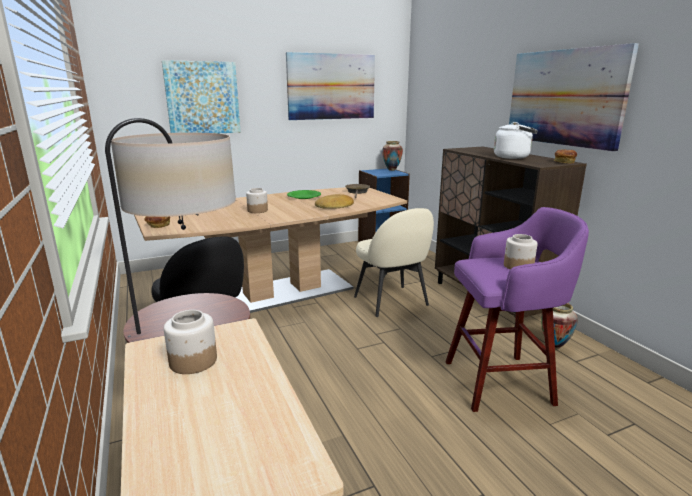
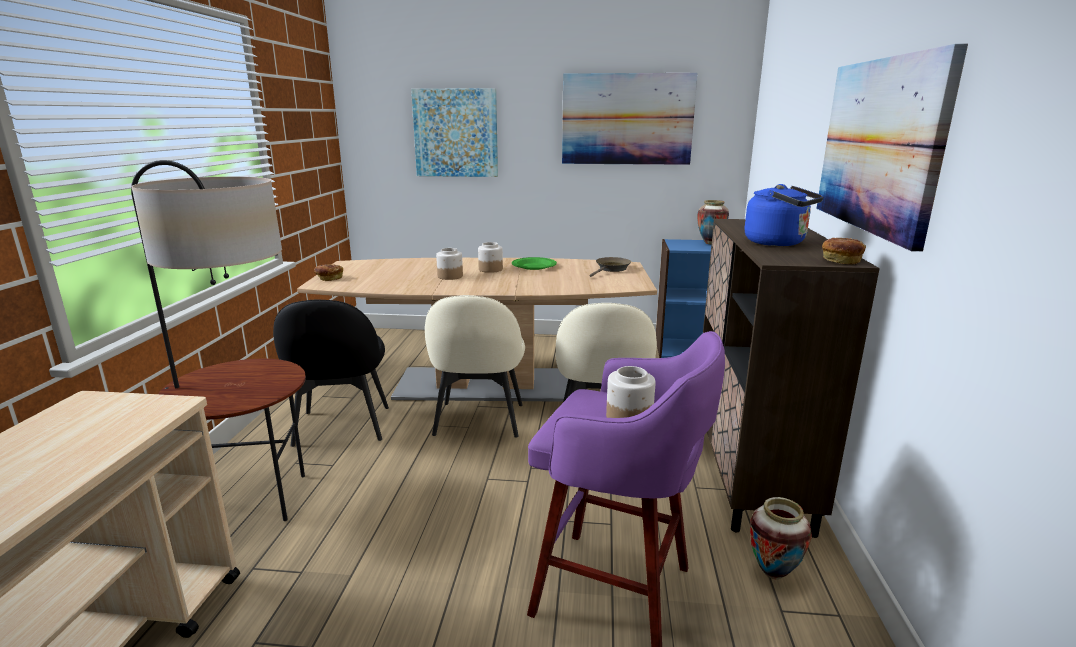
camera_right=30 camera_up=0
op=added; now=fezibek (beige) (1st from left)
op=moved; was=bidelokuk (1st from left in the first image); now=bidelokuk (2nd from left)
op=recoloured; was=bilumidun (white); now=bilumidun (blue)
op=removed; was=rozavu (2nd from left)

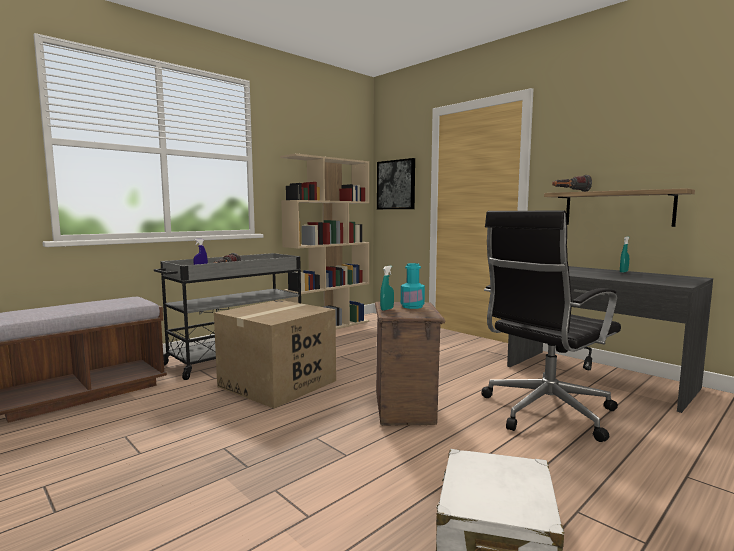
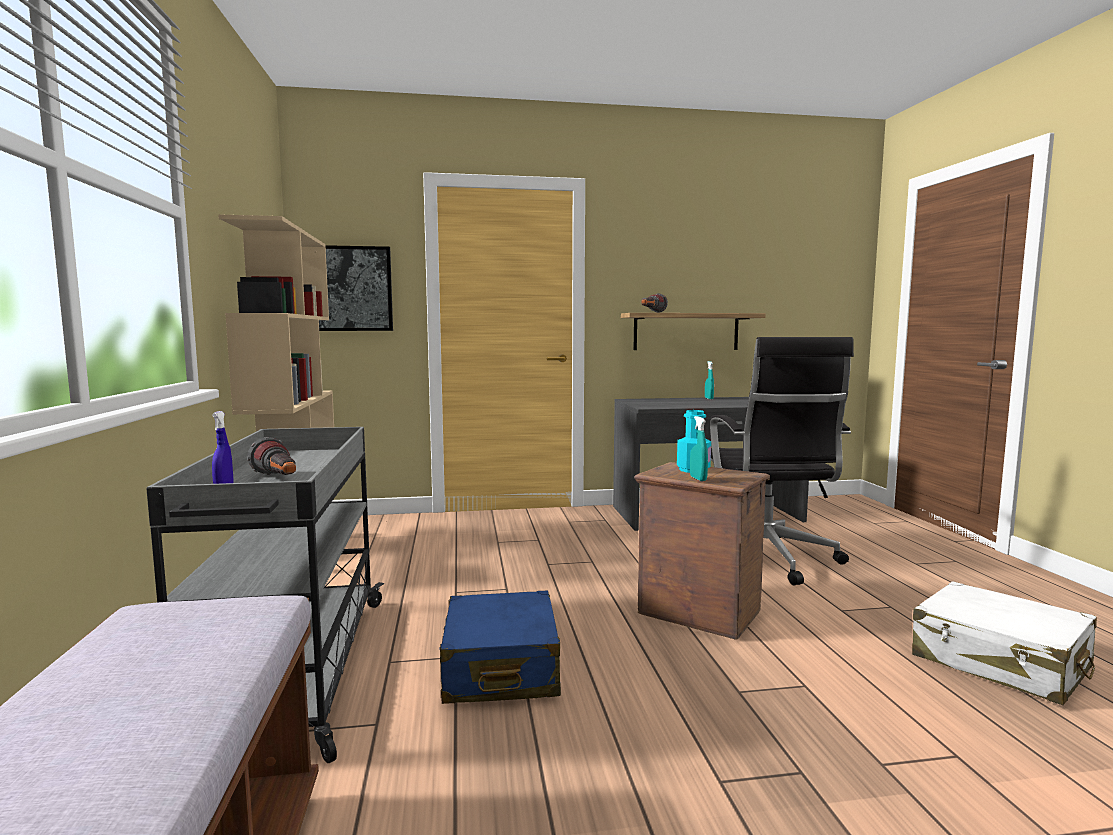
camera_right=-55 camera_up=0
op=replaced; was=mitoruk; now=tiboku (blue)

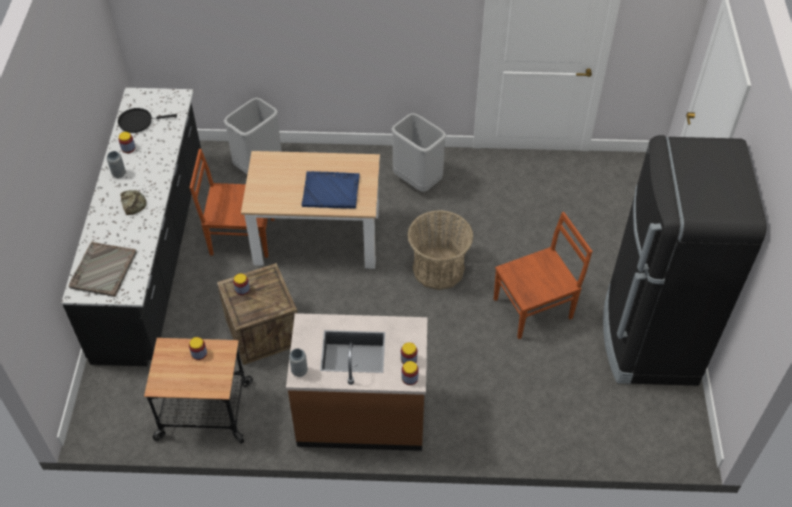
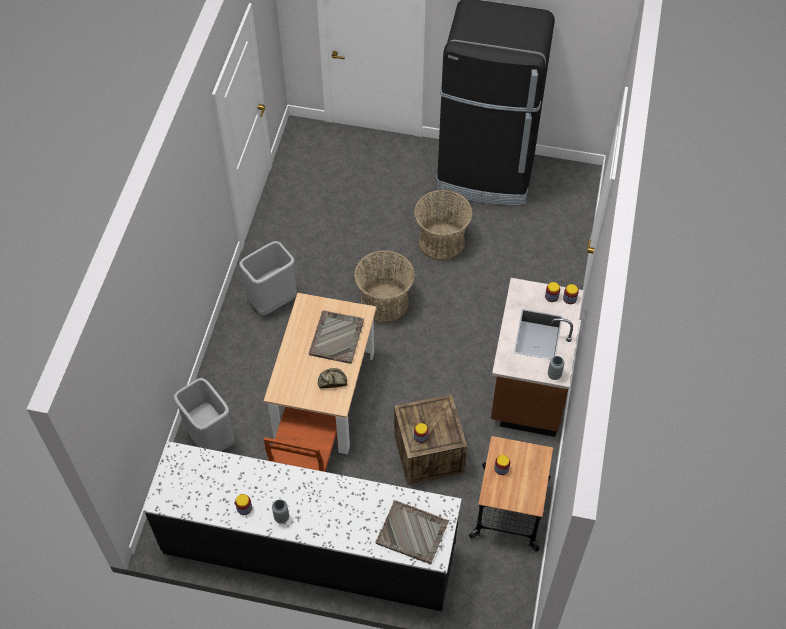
camera_right=-80 camera_up=5
op=recoloured; was=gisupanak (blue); now=gisupanak (grey) (1st from left)
op=moved; was=rozavu
op=replaced; was=fezibek (brown) (2nd from left); now=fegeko (2nd from left)
op=removed; was=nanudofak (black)

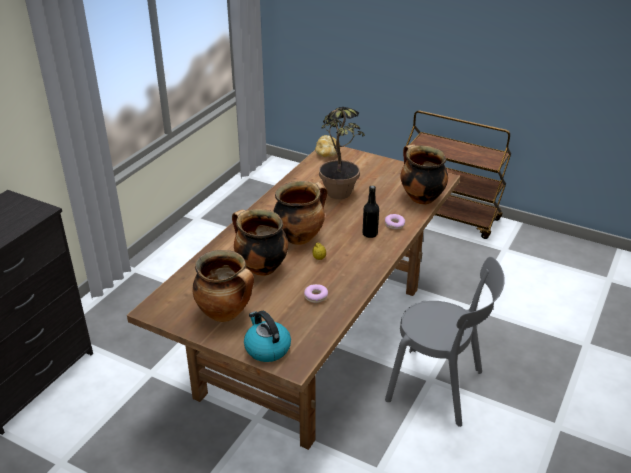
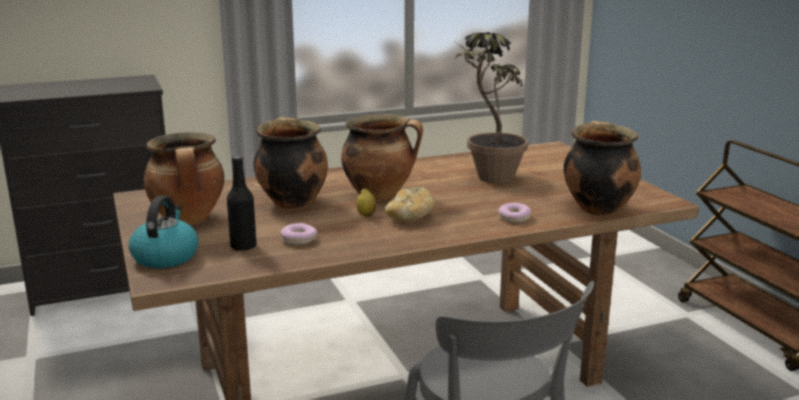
camera_right=40 camera_up=-15
op=moved; was=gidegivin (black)
op=moved; was=rozavu

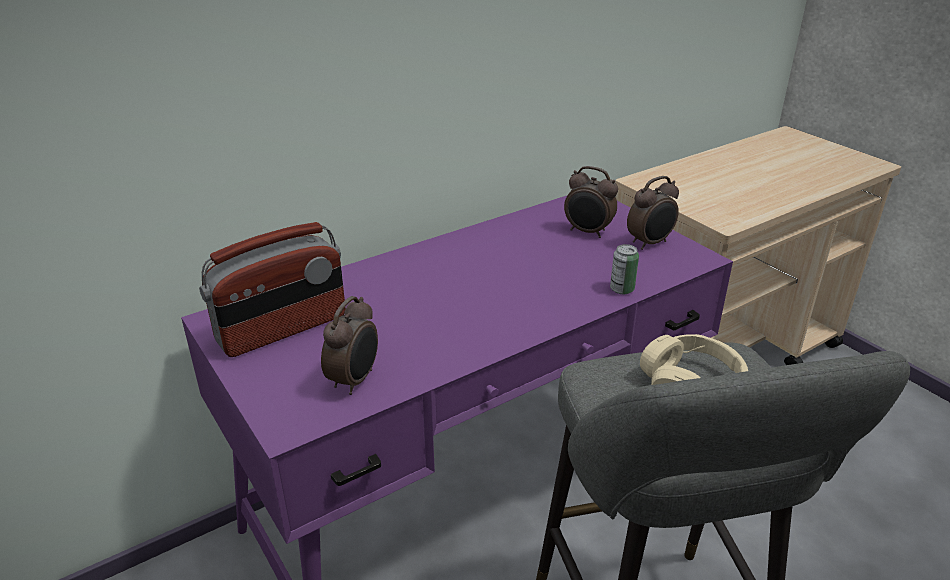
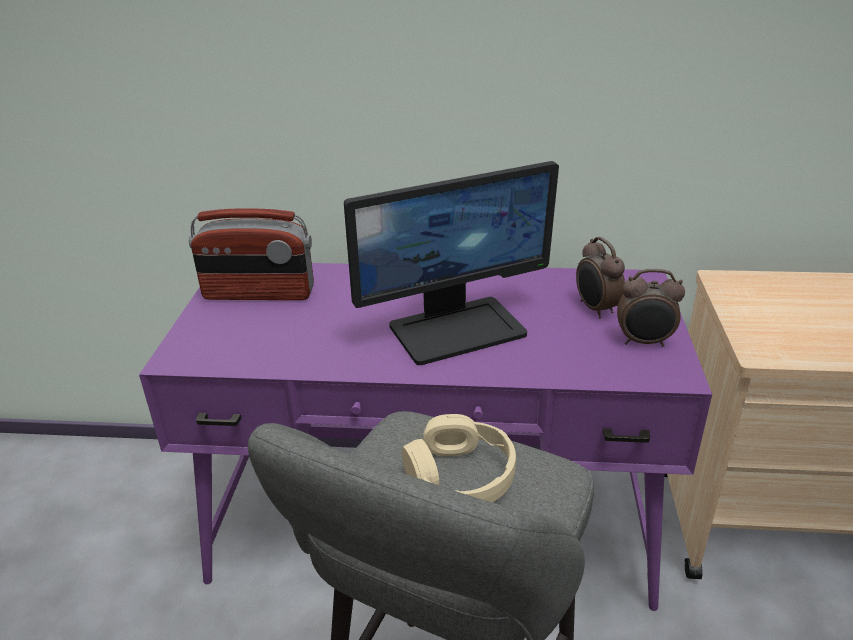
camera_right=40 camera_up=0
op=added; now=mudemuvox
op=removed; was=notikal (1st from left)
op=removed; was=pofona

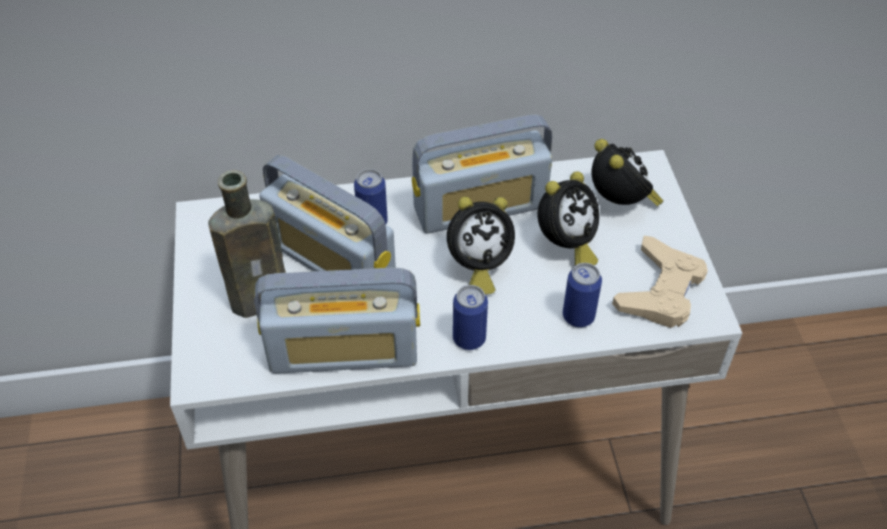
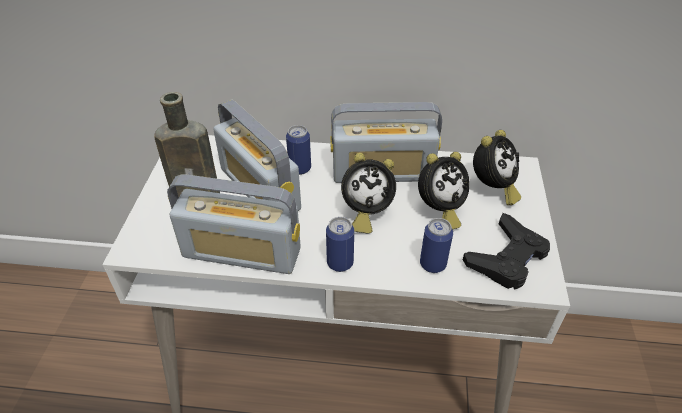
camera_right=15 camera_up=-5
op=recoloured; was=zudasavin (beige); now=zudasavin (black)
op=turned; was=notikal (3rd from left); clockwise=45

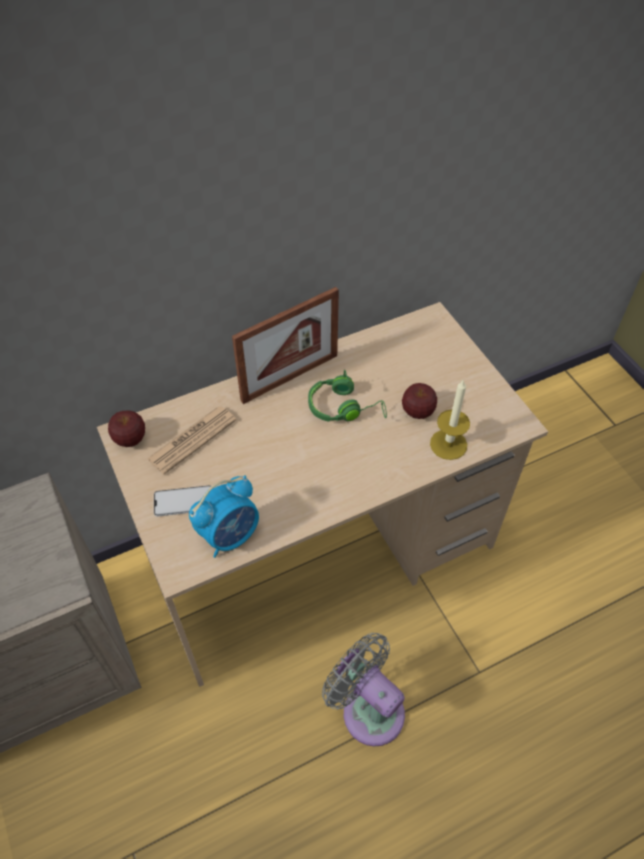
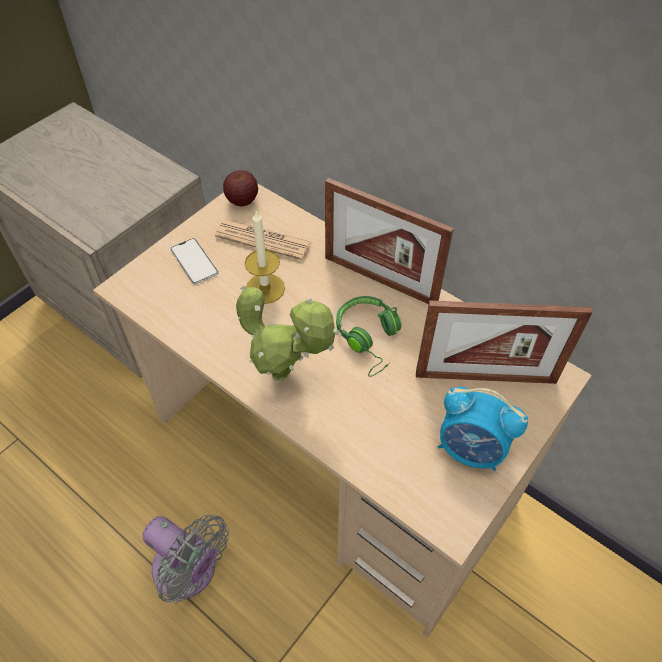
camera_right=65 camera_up=0
op=turned; was=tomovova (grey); clockwise=105
op=added; now=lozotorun
op=moved; was=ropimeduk
op=added; now=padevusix (2nd from left)
op=moved; was=notikal
op=removed; was=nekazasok (2nd from left)

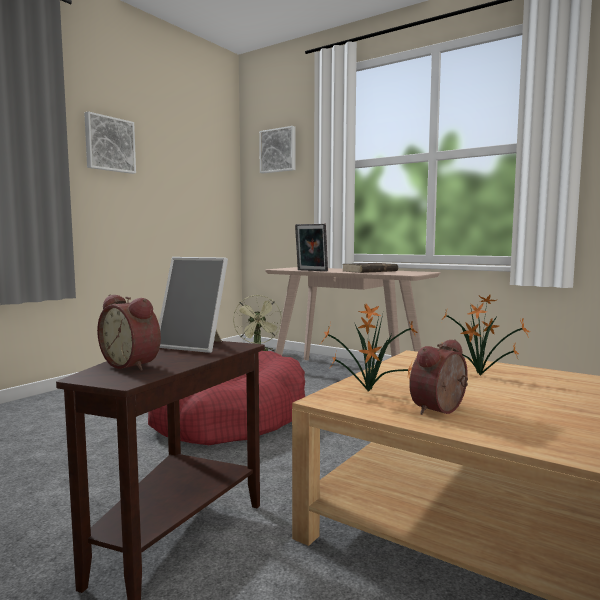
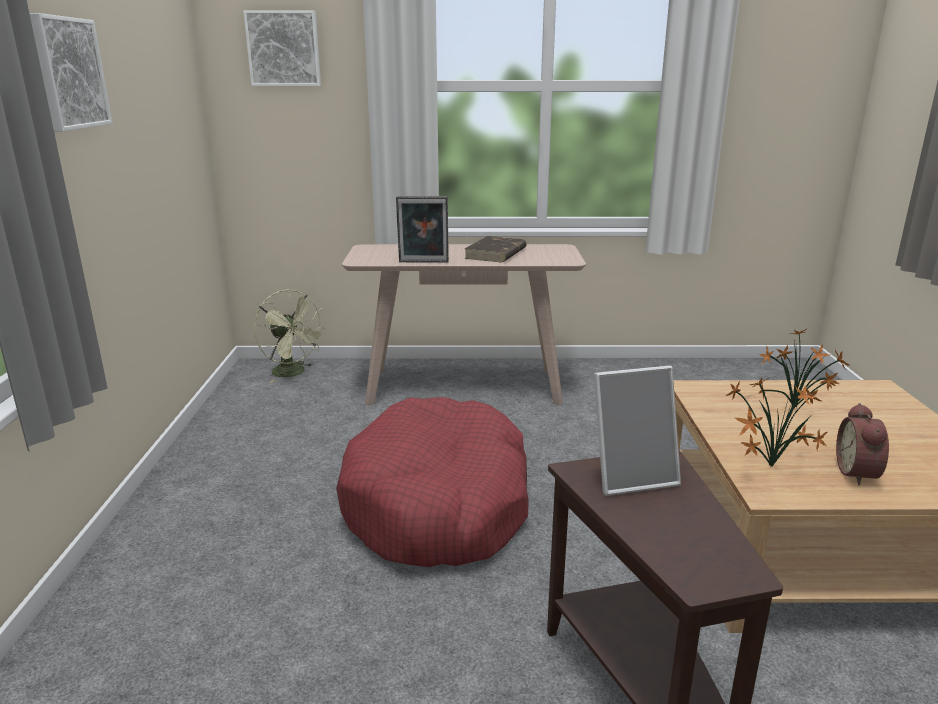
camera_right=-35 camera_up=15
op=removed; was=notikal (1st from left)

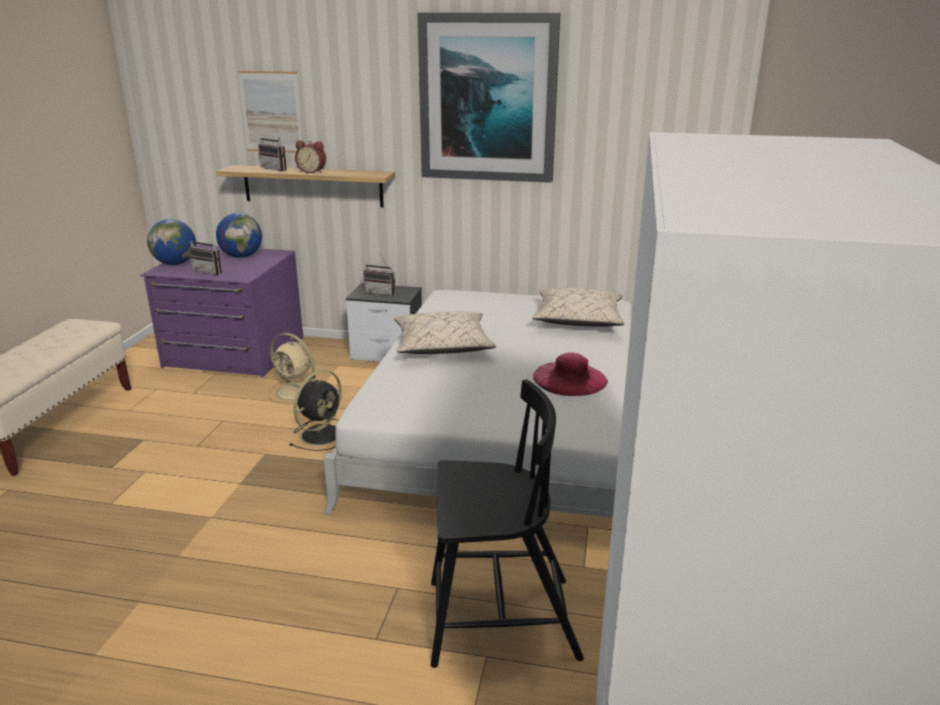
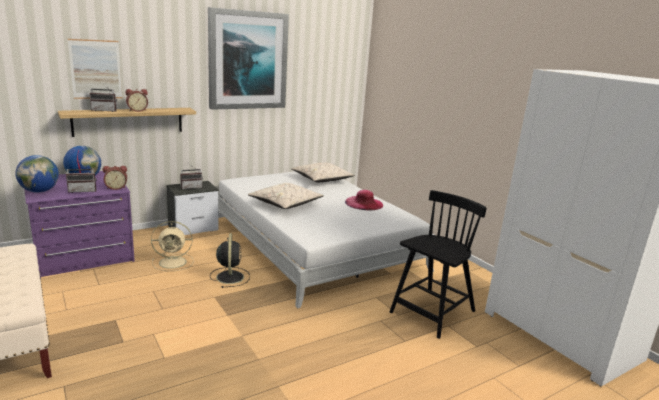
camera_right=-45 camera_up=-5
op=added; now=notikal (1st from left)

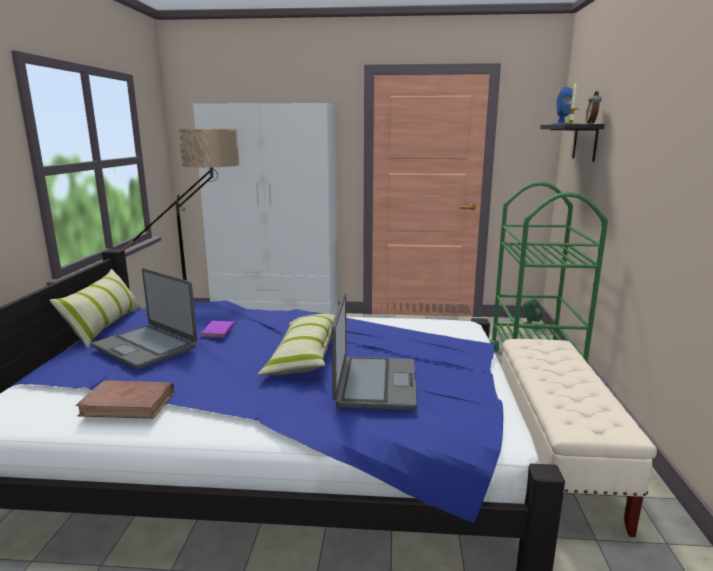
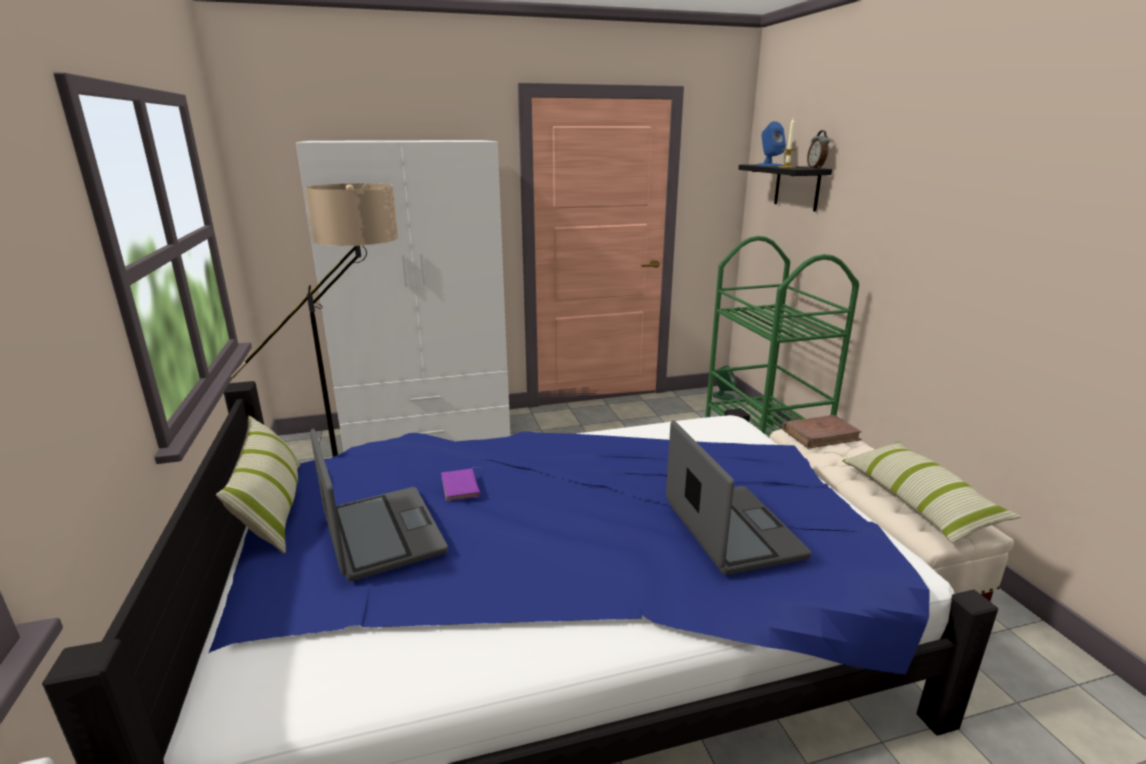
camera_right=-20 camera_up=5
op=turned; was=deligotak (1st from left); clockwise=-135
op=moved; was=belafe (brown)
op=moved; was=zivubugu (2nd from left)

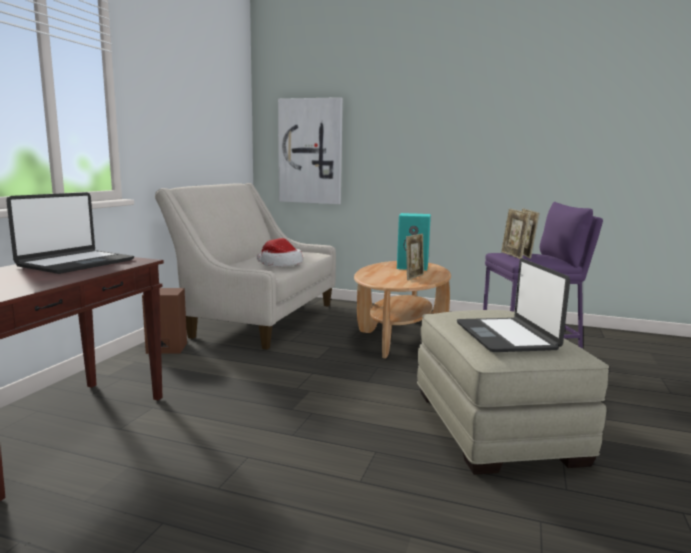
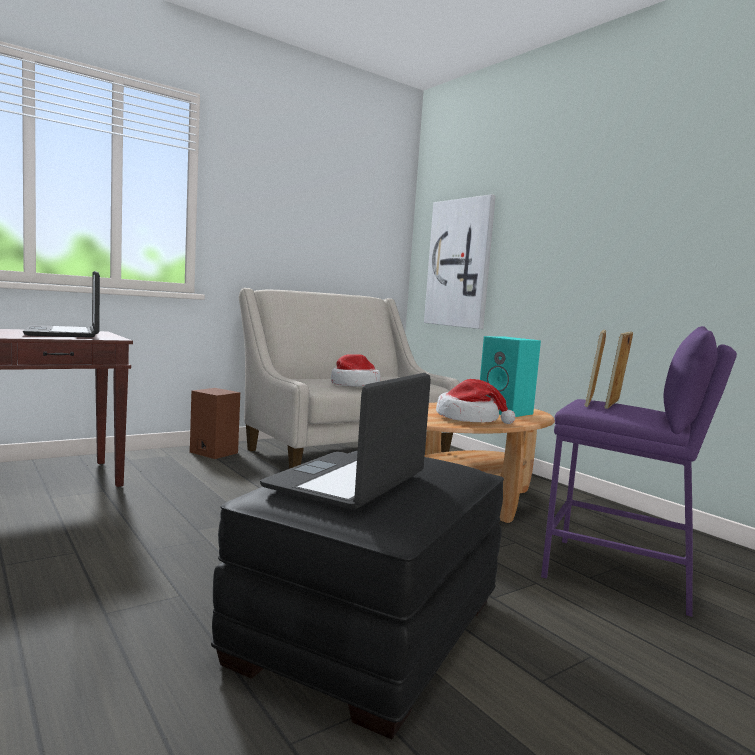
camera_right=35 camera_up=-5
op=turned; was=deligotak (1st from left); clockwise=90
op=recoloured; was=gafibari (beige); now=gafibari (black)
op=replaced; was=padevusix (1st from left); now=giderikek (2nd from left)

